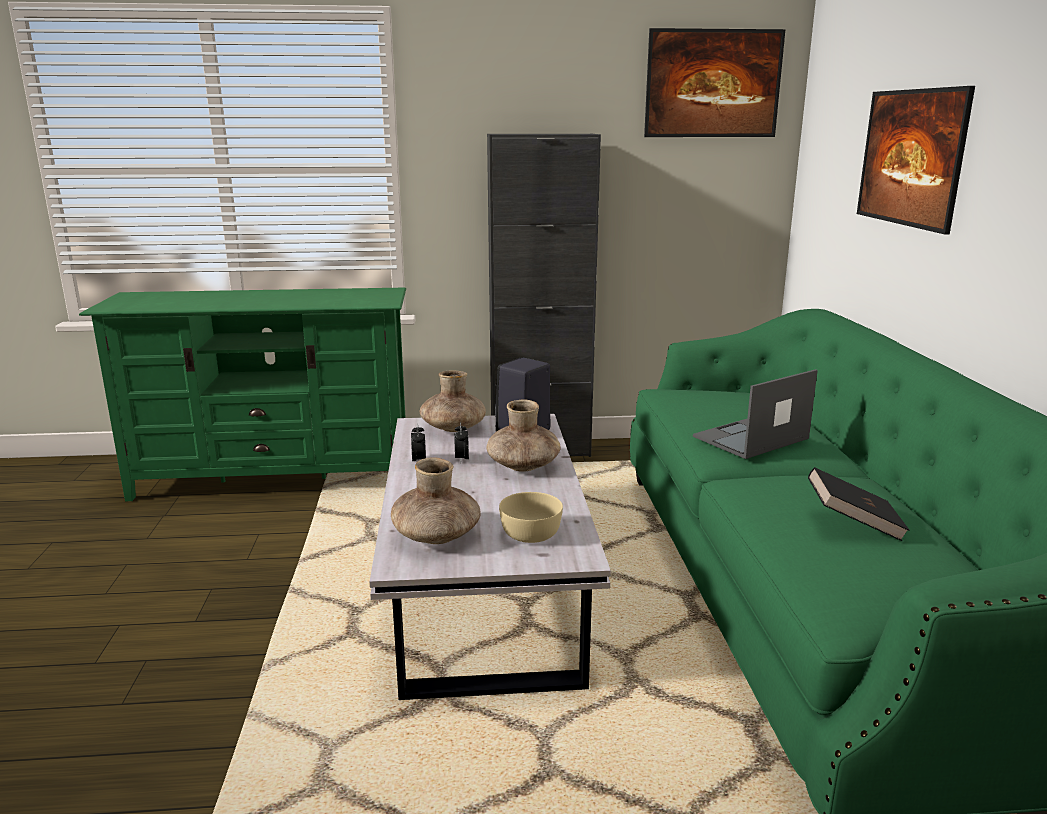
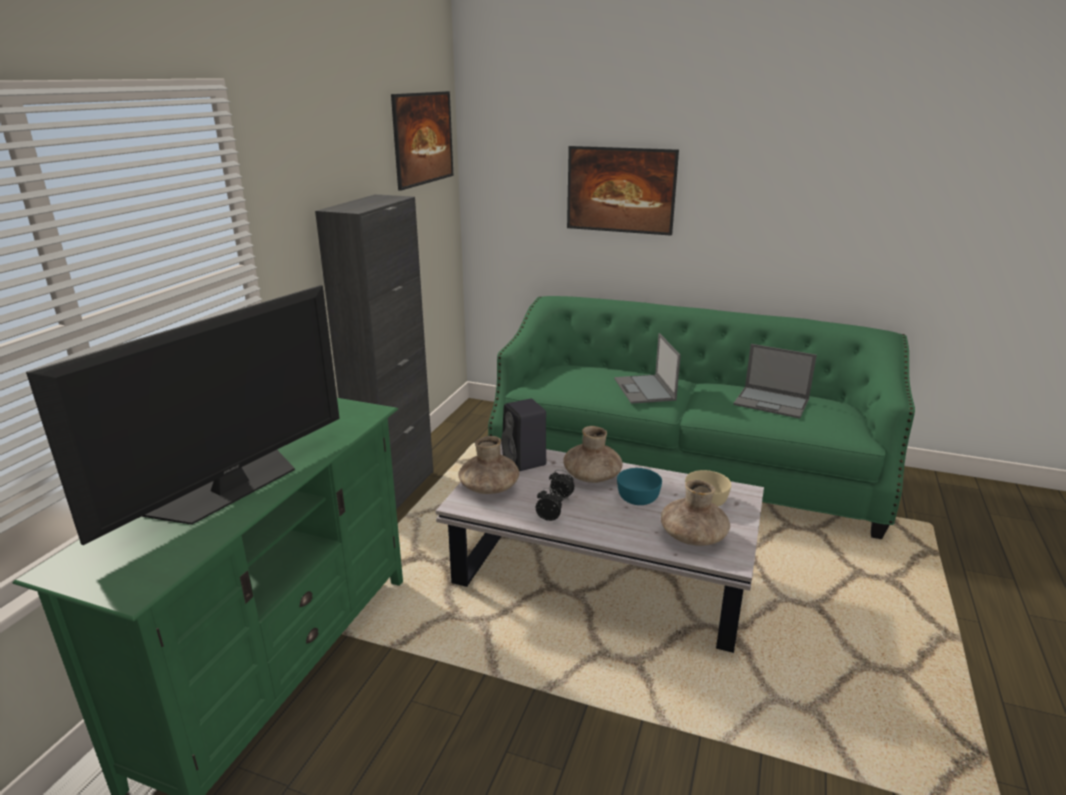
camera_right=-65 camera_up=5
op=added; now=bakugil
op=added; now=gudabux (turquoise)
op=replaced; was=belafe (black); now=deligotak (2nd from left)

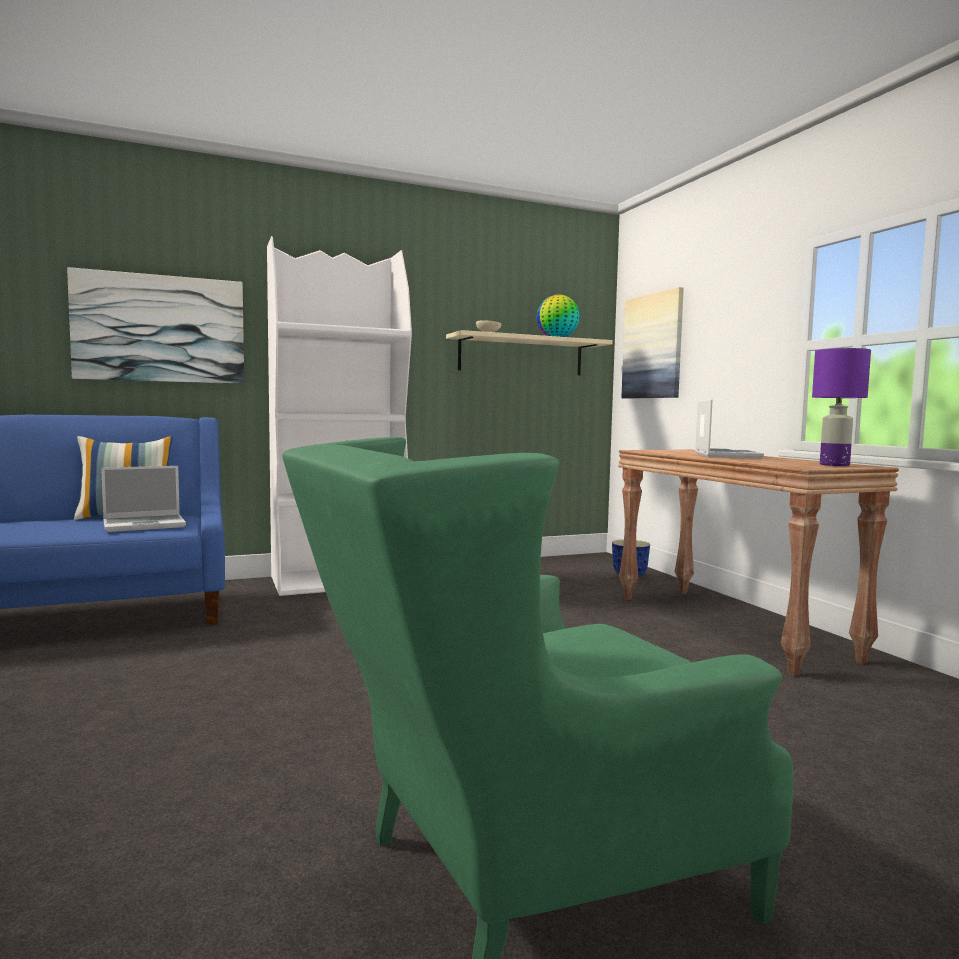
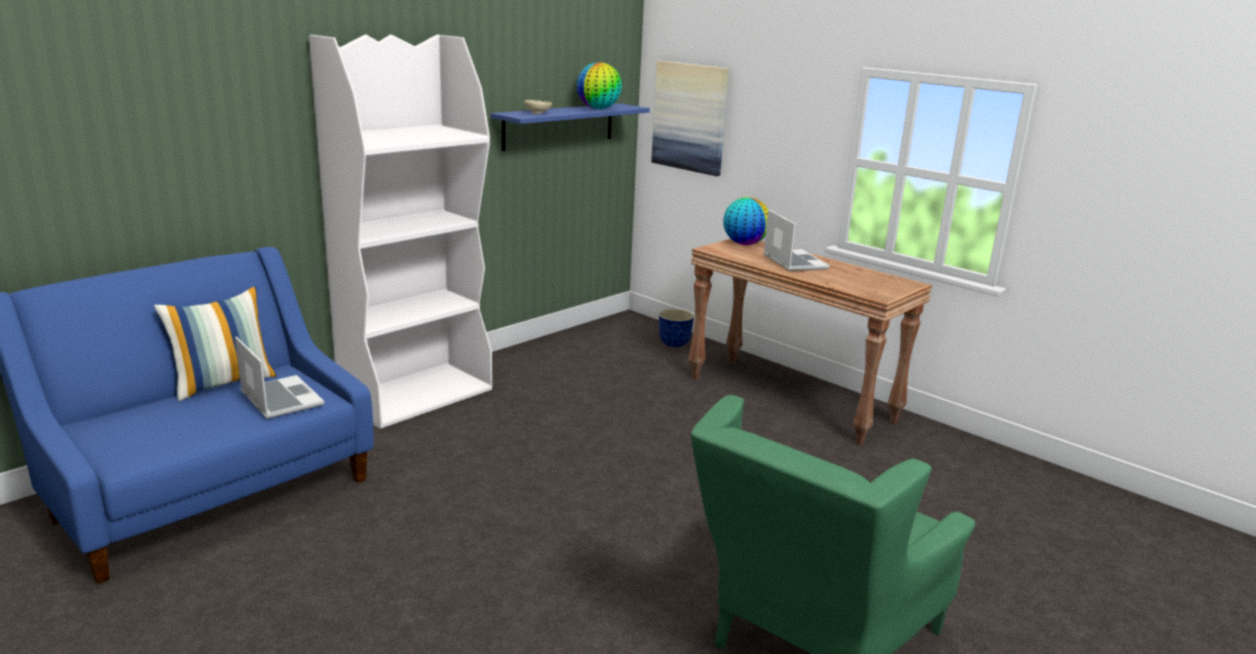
camera_right=-25 camera_up=15
op=turned; was=deligotak (1st from left); clockwise=-75
op=recoloured; was=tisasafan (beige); now=tisasafan (blue)
op=added; now=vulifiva (2nd from left)
op=removed; was=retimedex (1st from left)
op=removed; was=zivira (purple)

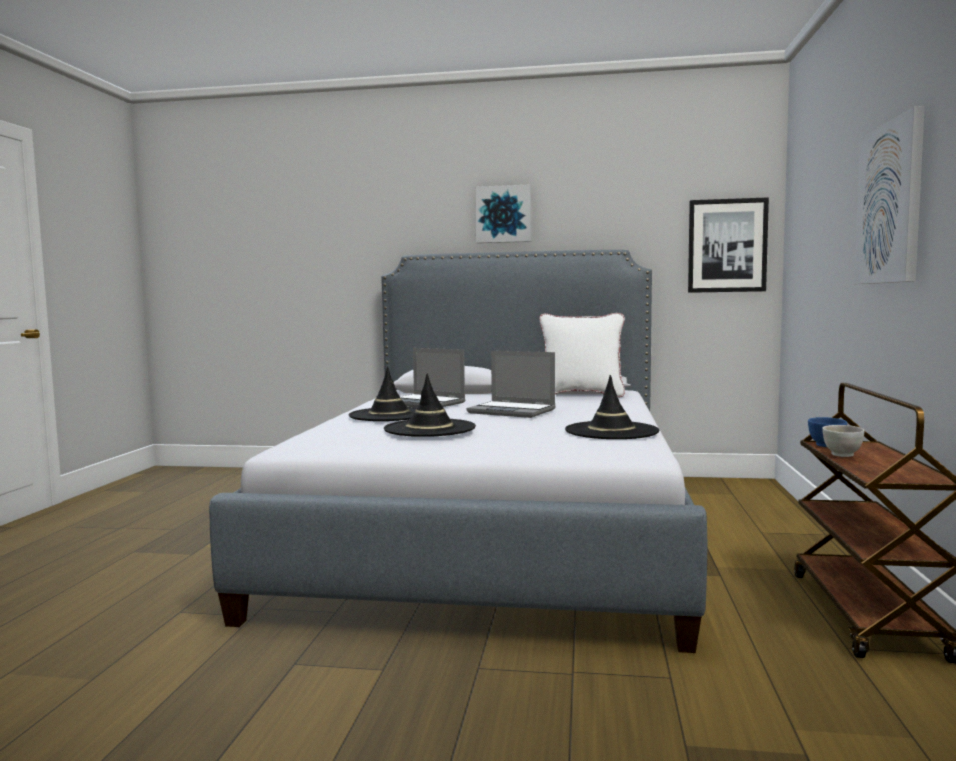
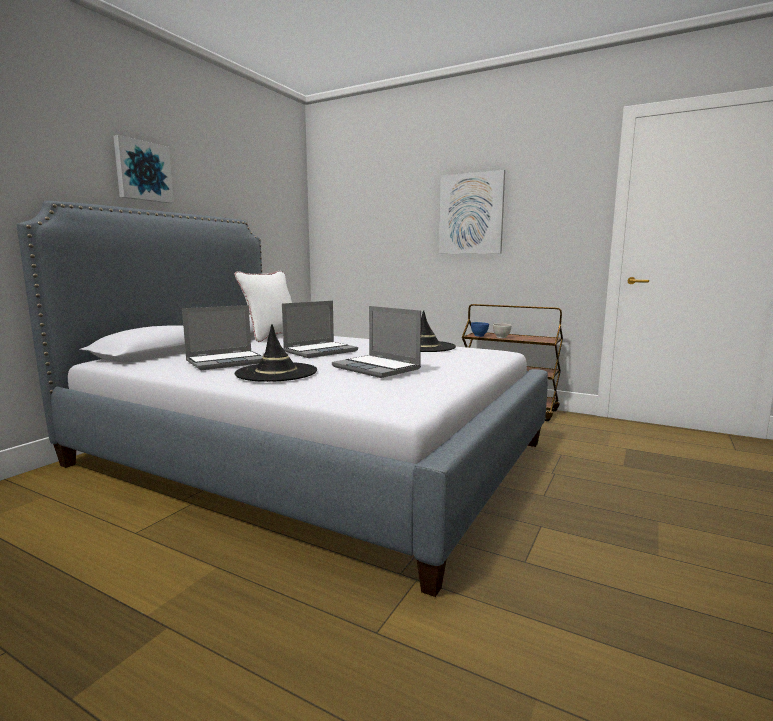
camera_right=-70 camera_up=5
op=replaced; was=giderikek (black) (2nd from left); now=deligotak (3rd from left)
op=removed; was=retimedex (2nd from left)

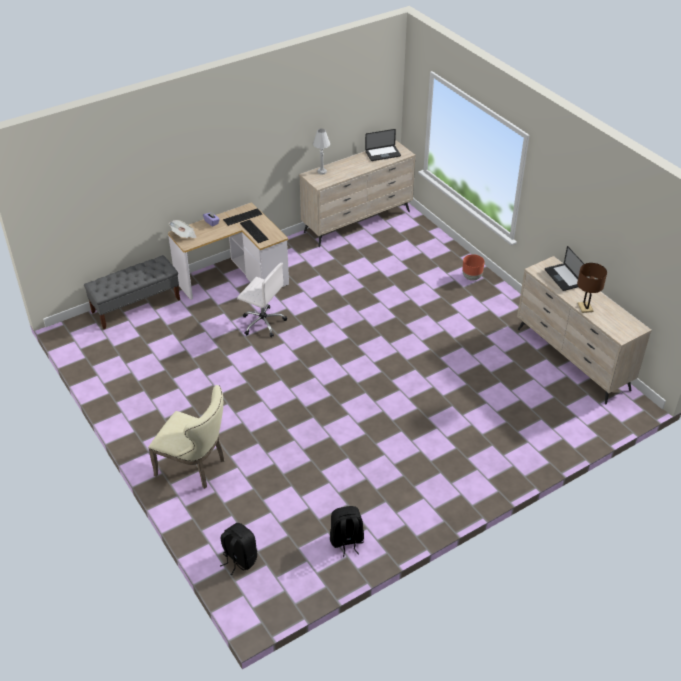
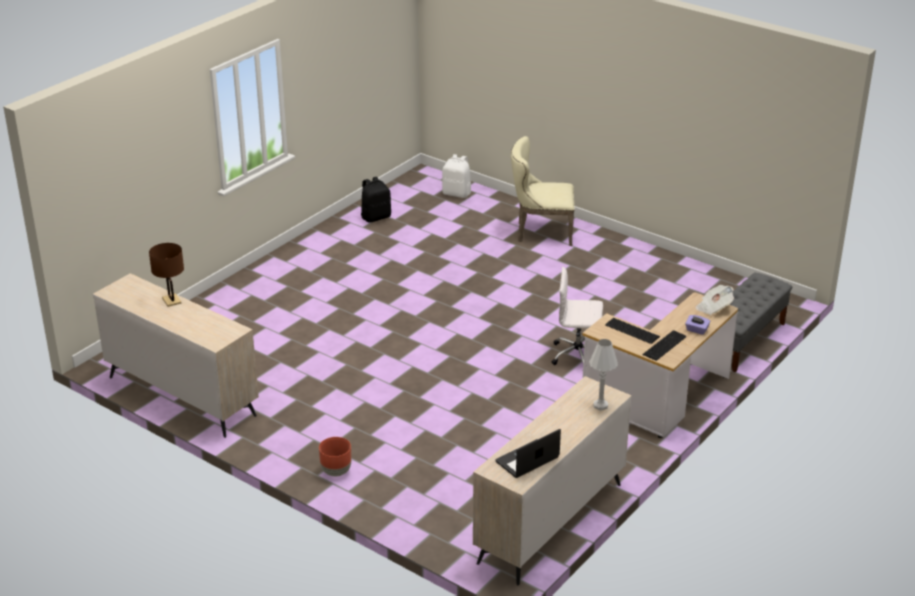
camera_right=160 camera_up=-10
op=recoloured; was=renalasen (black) (1st from left); now=renalasen (white)
op=removed; was=deligotak (2nd from left)

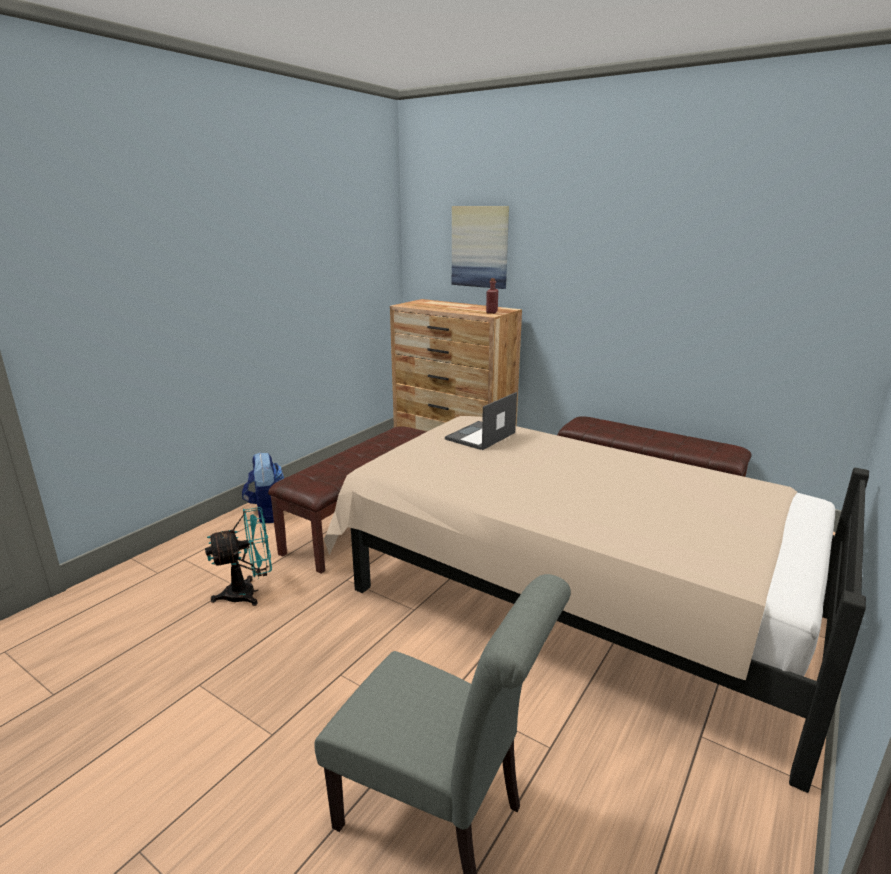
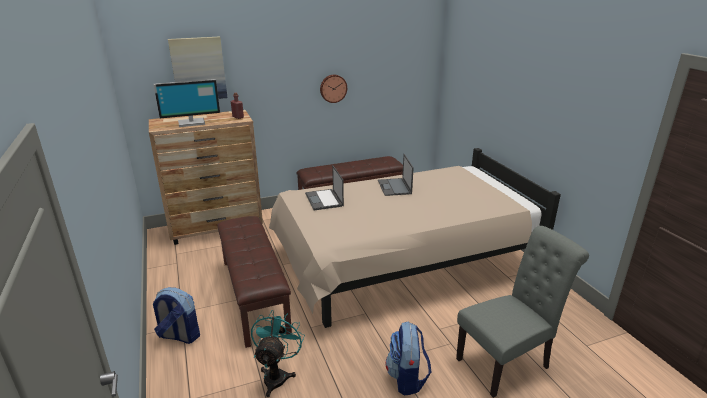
camera_right=-55 camera_up=5
op=added; now=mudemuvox
op=added; now=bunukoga
op=added; now=deligotak (2nd from left)
op=added; now=renalasen (2nd from left)

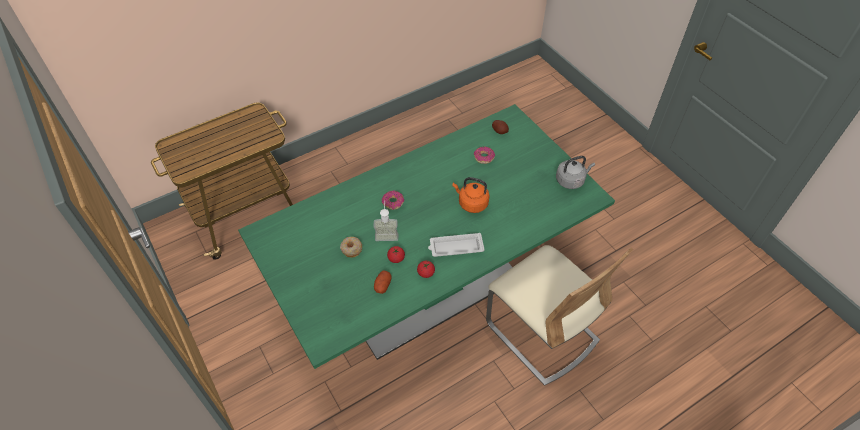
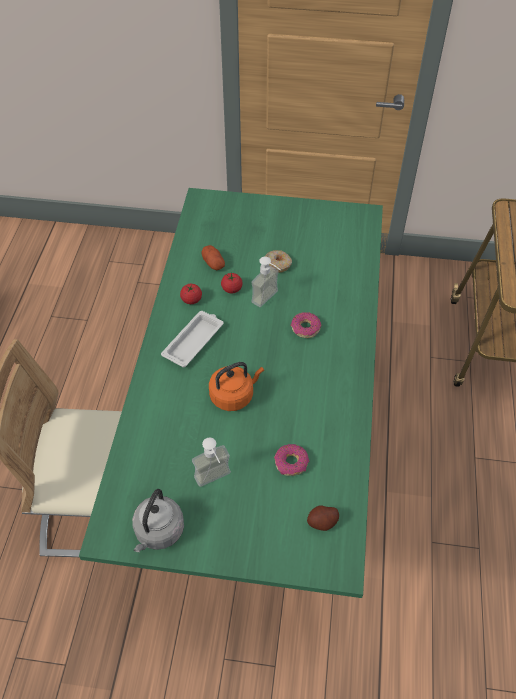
camera_right=130 camera_up=0
op=added; now=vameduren (1st from left)

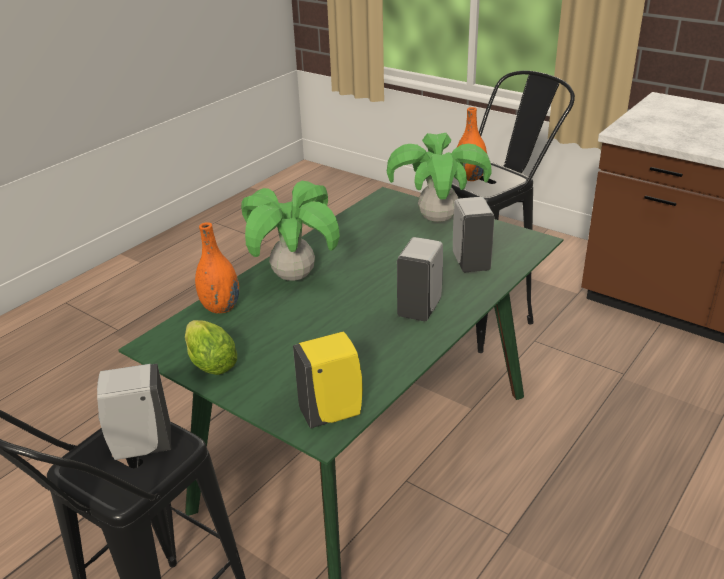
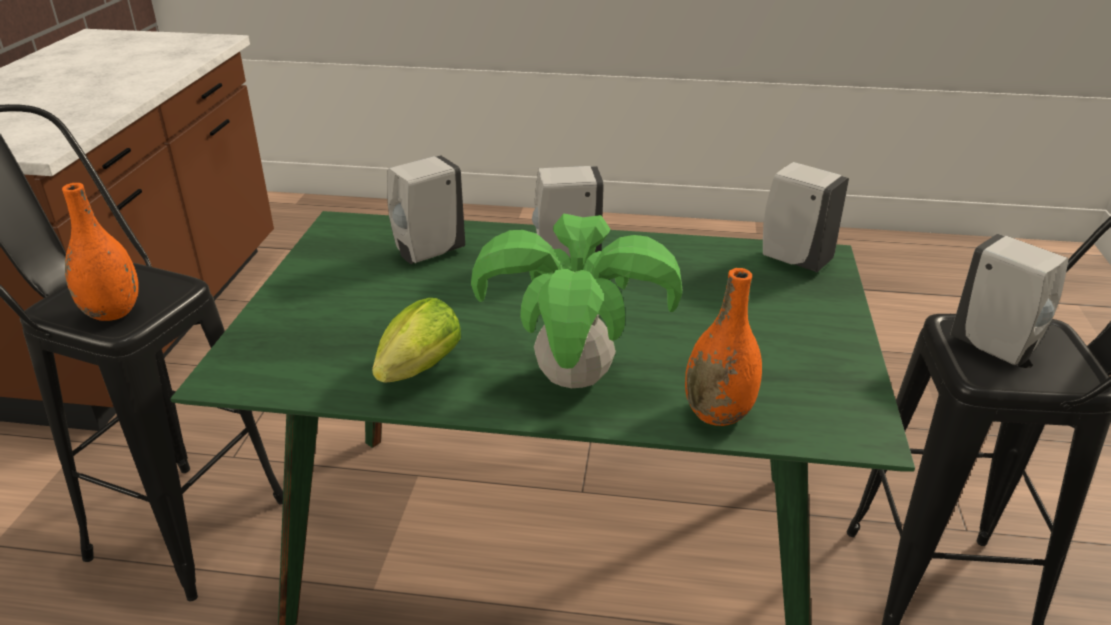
camera_right=-120 camera_up=0
op=moved; was=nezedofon
op=recoloured; was=vameduren (yellow); now=vameduren (white) (3rd from left)
op=removed; was=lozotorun (2nd from left)

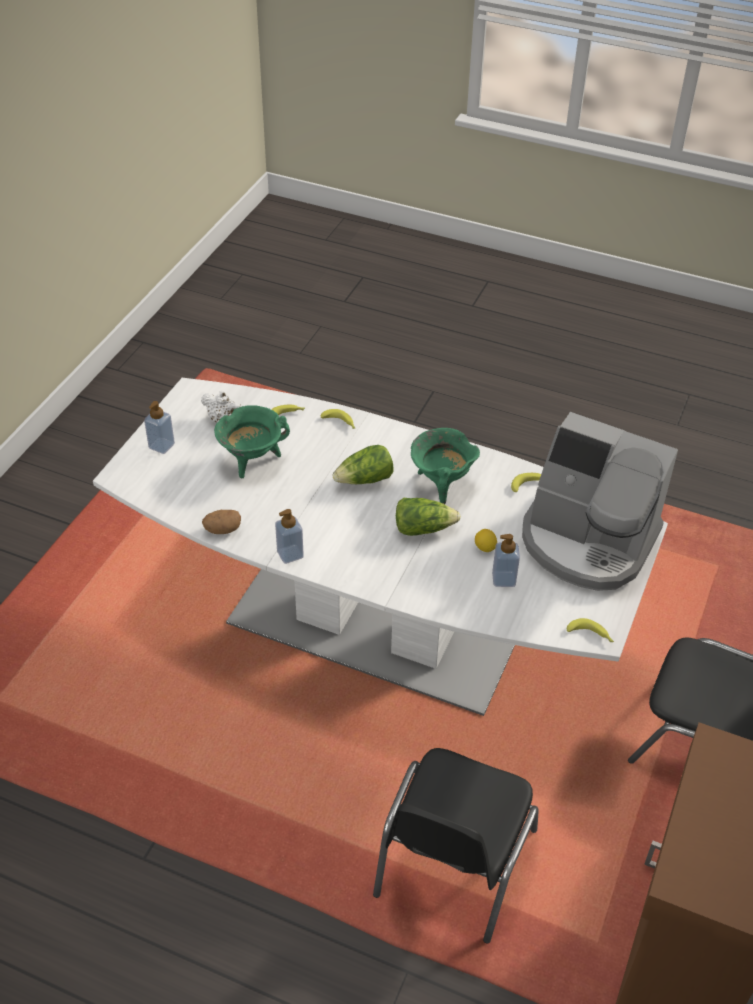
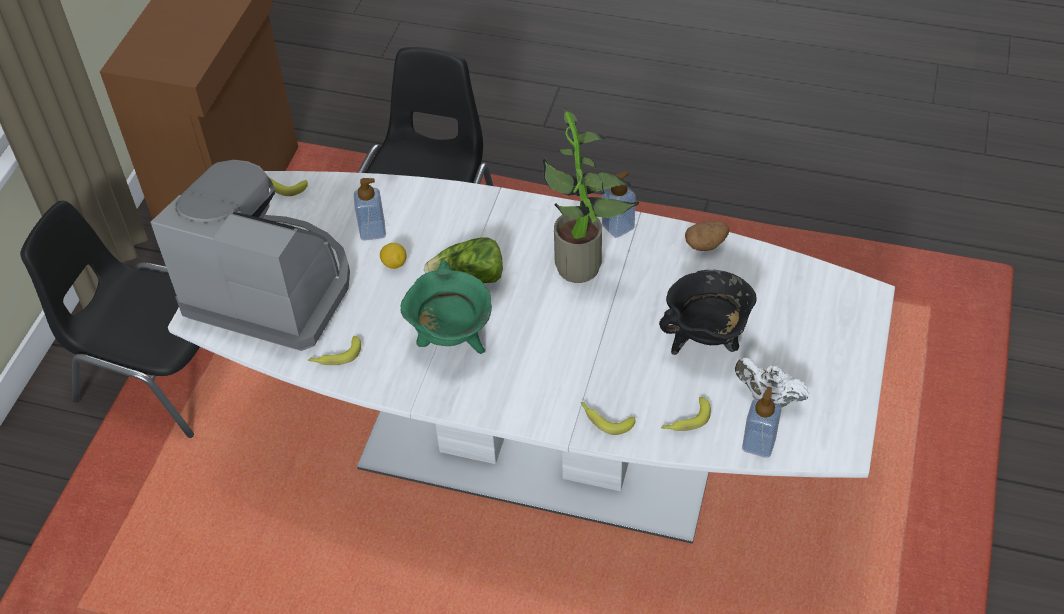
camera_right=175 camera_up=5
op=added; now=lozotorun
op=recoloured; was=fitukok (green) (1st from left); now=fitukok (black)
op=moved; was=vameduren (1st from left in the first image); now=vameduren (3rd from left)
op=removed; was=nezedofon (1st from left)

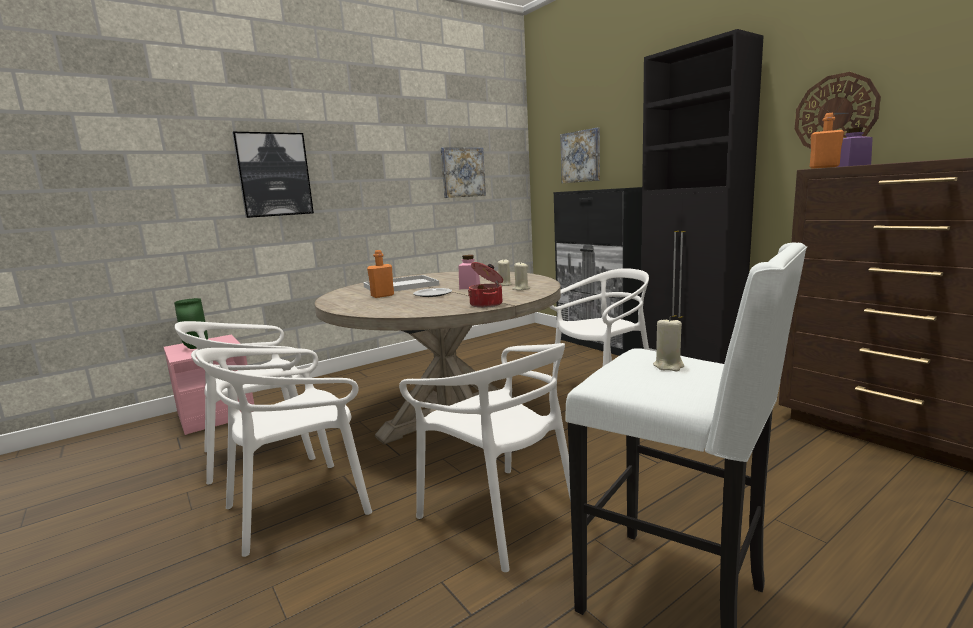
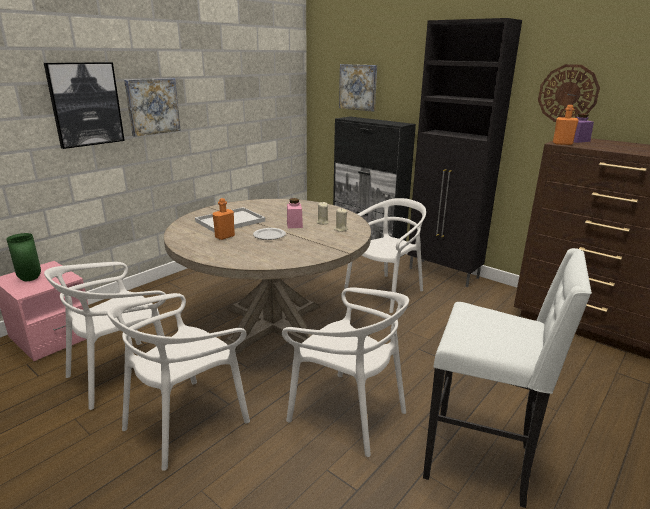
camera_right=-15 camera_up=10
op=moved; was=retimedex (2nd from left)
op=removed; was=fitukok
op=removed; was=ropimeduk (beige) (3rd from left)

